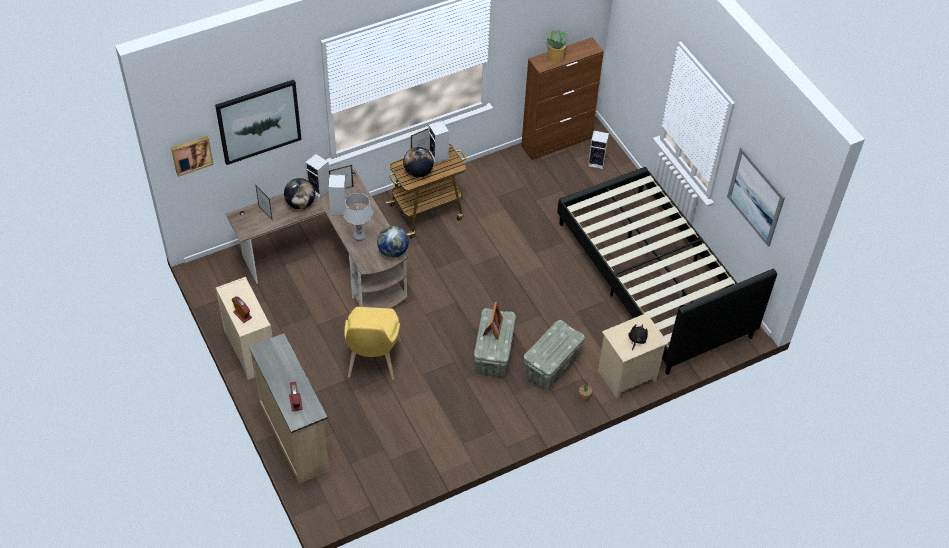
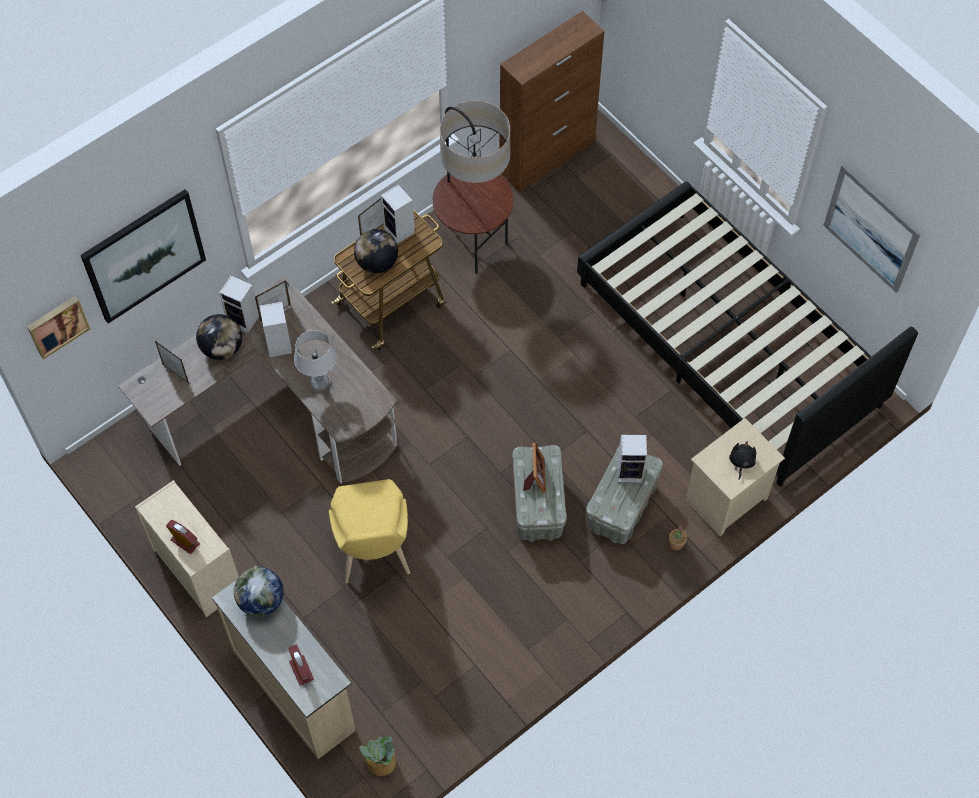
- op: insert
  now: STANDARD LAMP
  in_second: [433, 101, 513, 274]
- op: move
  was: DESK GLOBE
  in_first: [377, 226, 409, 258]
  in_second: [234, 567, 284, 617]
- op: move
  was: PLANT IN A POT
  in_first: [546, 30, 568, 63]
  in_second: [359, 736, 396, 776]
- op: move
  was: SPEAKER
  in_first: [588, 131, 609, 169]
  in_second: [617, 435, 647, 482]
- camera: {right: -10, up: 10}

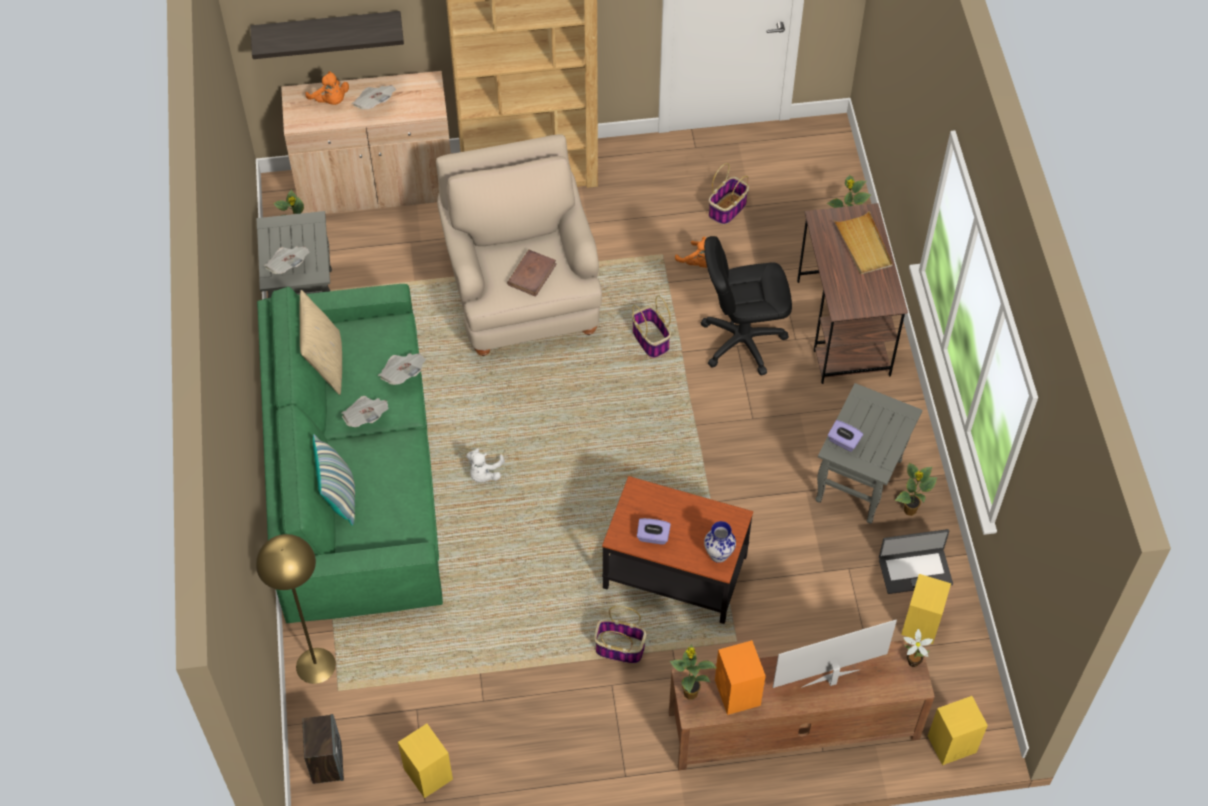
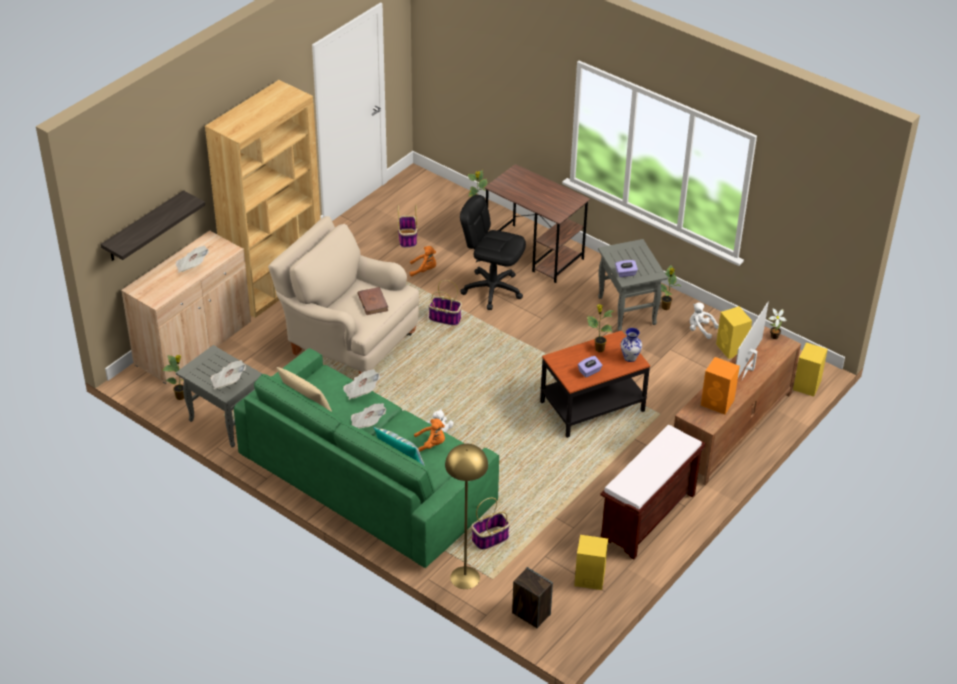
- op: delete
  was: BEIGE SERVING TRAY
  in_first: [834, 211, 893, 274]
- op: insert
  now: BROWNISH LONG SEAT
  in_second: [600, 425, 705, 559]
- op: move
  was: ORANGE-COLOURED SOFT TOY
  in_first: [305, 71, 349, 105]
  in_second: [414, 419, 445, 452]
- op: move
  was: STORAGE BASKET
  in_first: [594, 606, 646, 664]
  in_second: [471, 498, 510, 550]
- op: move
  was: PLANT IN A POT
  in_first: [670, 645, 716, 700]
  in_second: [587, 304, 614, 352]
- op: replace
  was: PORTABLE COMPUTER
  now: WHITE-COLOURED SOFT TOY
  in_first: [879, 529, 953, 594]
  in_second: [690, 302, 719, 339]
- op: rotate
  was: BLACK OFFICE CHAIR
  in_first: [701, 236, 792, 376]
  in_second: [460, 195, 526, 310]
  clockwise: 75
- camera: {right: -45, up: -15}

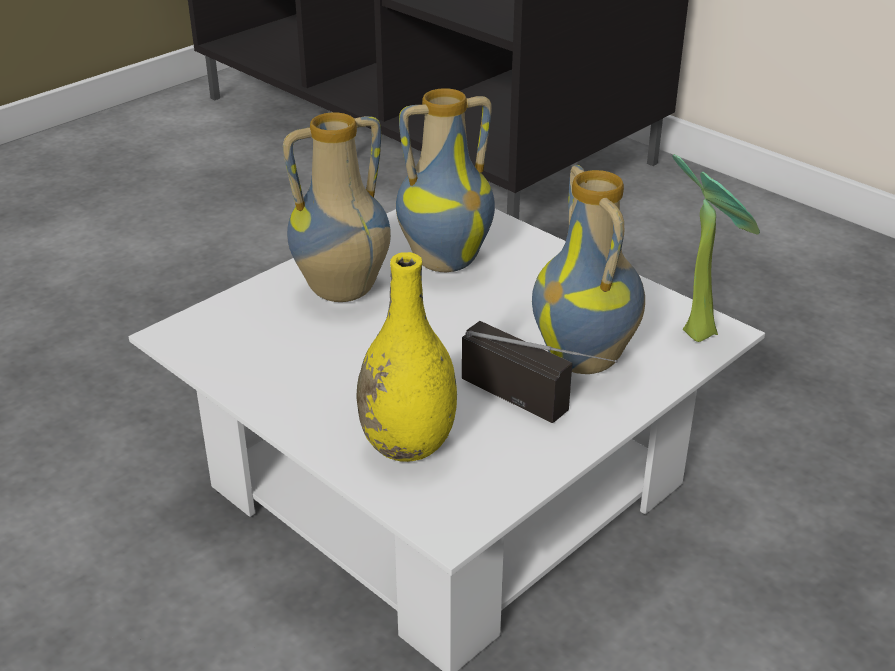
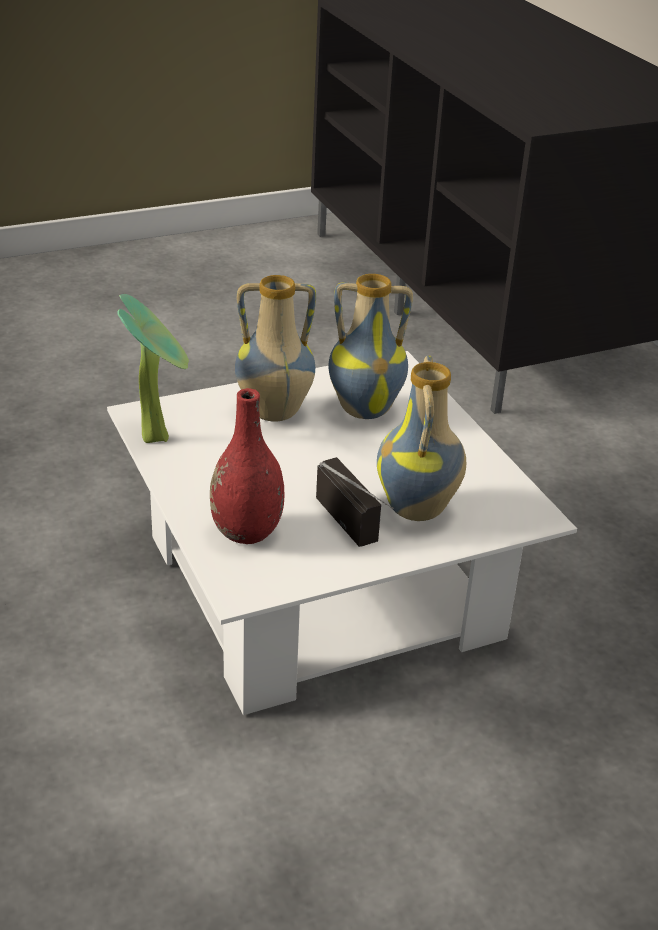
- op: move
  was: PLANT IN A POT
  in_first: [672, 154, 760, 342]
  in_second: [117, 294, 189, 443]
- op: recolor
  was: YELLOW DECORATIVE VASE
  now: RED-COLOURED DECORATIVE VASE
  in_first: [357, 252, 457, 462]
  in_second: [210, 388, 284, 544]
- camera: {right: 20, up: 0}

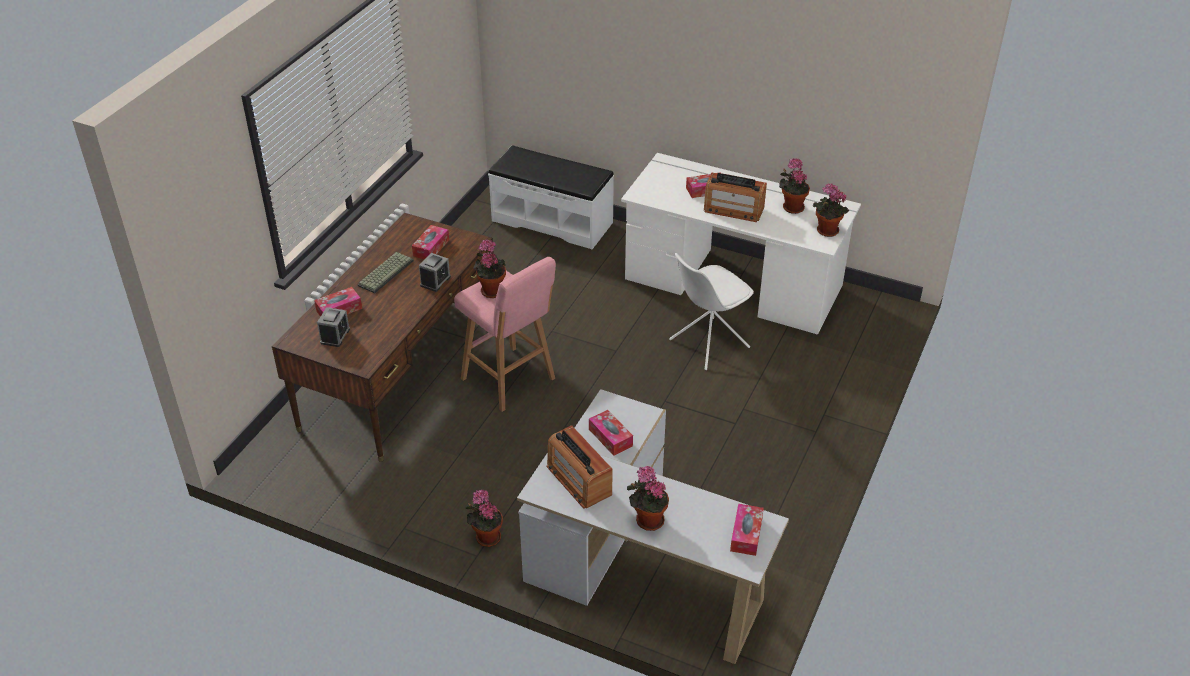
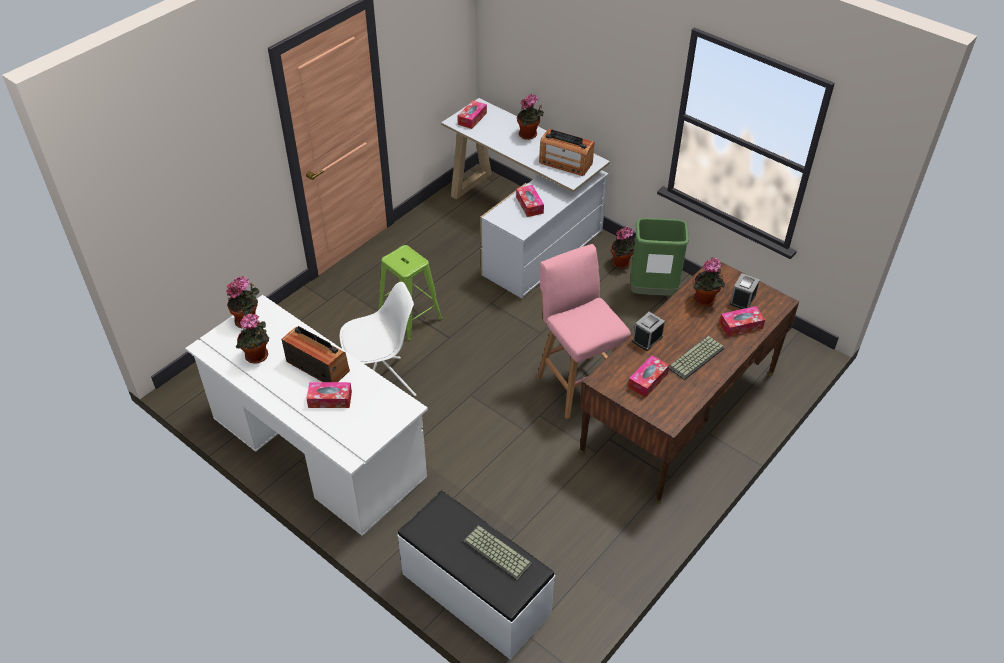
- op: insert
  now: GREEN-COLOURED STOOL
  in_second: [378, 245, 443, 341]
- op: insert
  now: PC KEYBOARD
  in_second: [463, 525, 532, 581]
- op: insert
  now: GREEN-COLOURED WASTE BIN
  in_second: [631, 218, 689, 296]
- op: move
  was: PLANT IN A POT
  in_first: [473, 239, 506, 298]
  in_second: [693, 258, 725, 306]
- op: rotate
  was: RADIO SET
  in_first: [546, 425, 613, 509]
  in_second: [539, 129, 595, 176]
  clockwise: 135
- camera: {right: -165, up: 5}

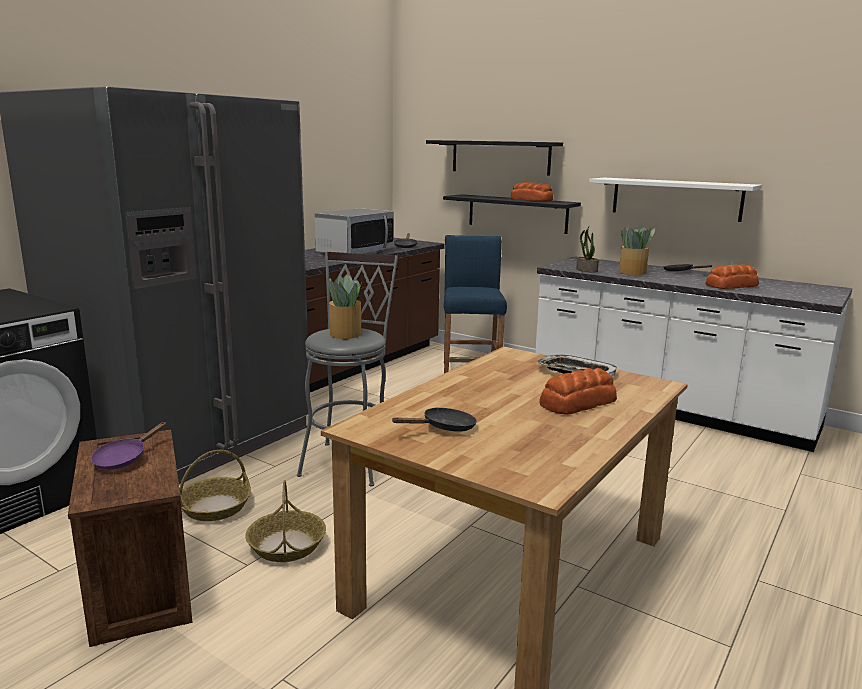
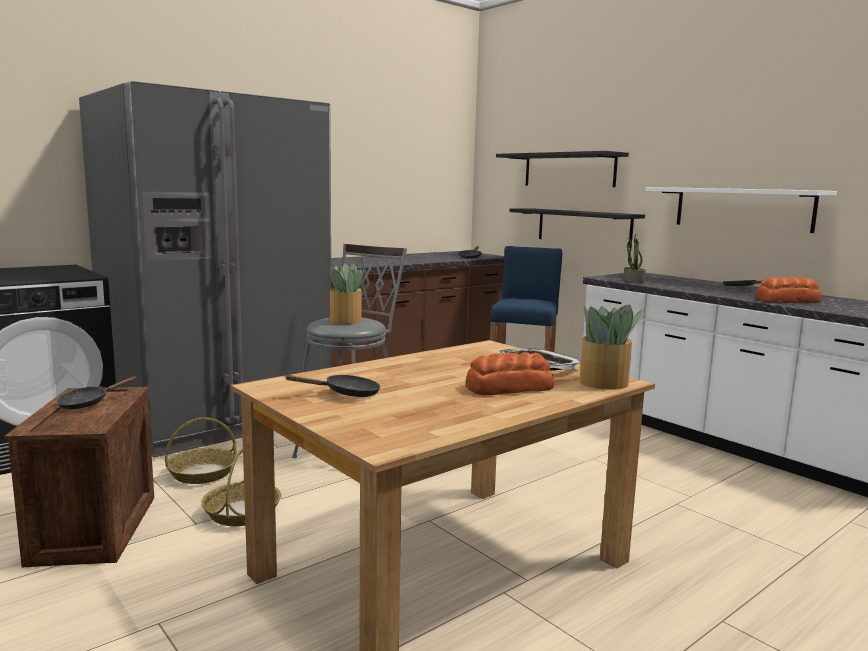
- op: delete
  was: KITCHEN MICROWAVE
  in_first: [314, 208, 394, 254]
- op: delete
  was: BAKED BREAD
  in_first: [510, 182, 553, 202]
- op: move
  was: PLANT IN A POT
  in_first: [619, 227, 655, 275]
  in_second: [580, 305, 644, 390]
- op: recolor
  was: PURPLE-COLOURED SKILLET
  now: BLACK SKILLET
  in_first: [91, 422, 167, 470]
  in_second: [56, 376, 137, 409]
- camera: {right: 15, up: -5}

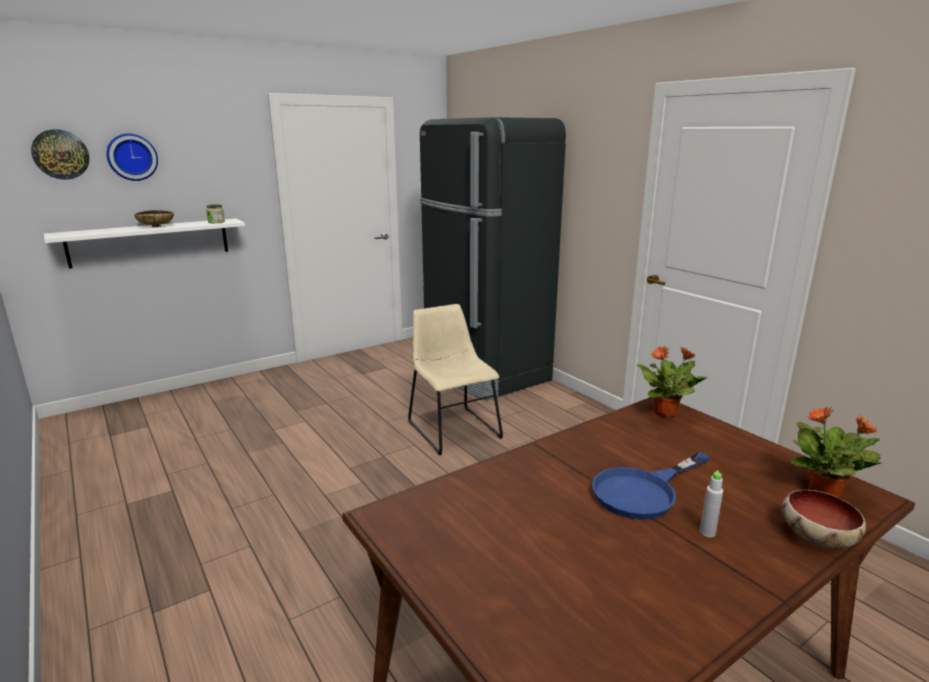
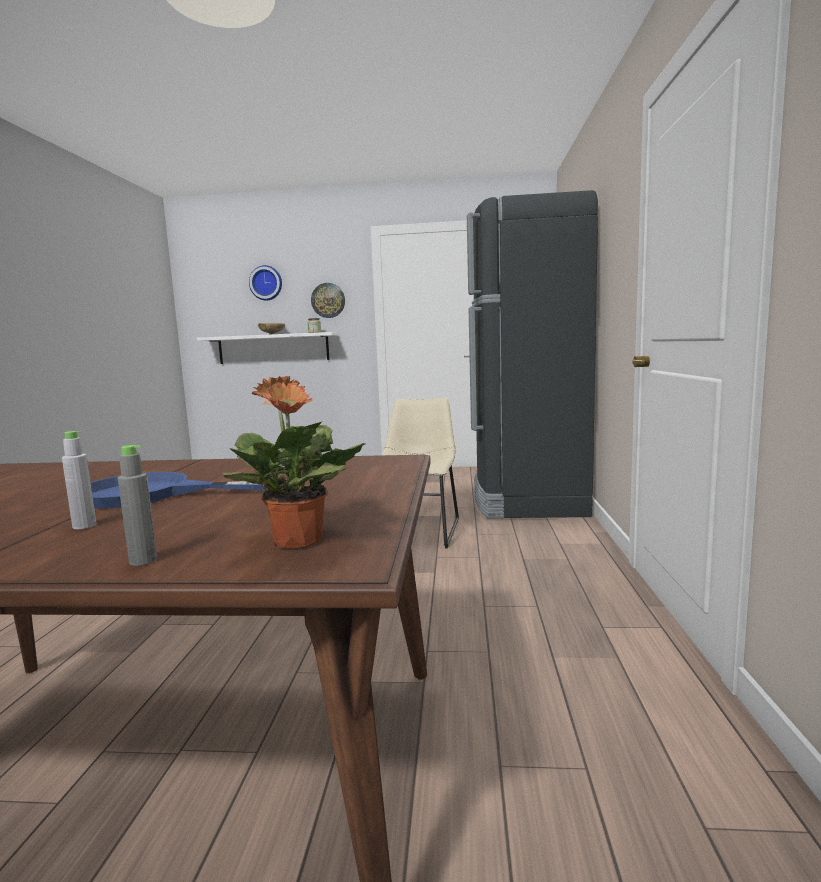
- op: delete
  was: PLANT IN A POT
  in_first: [636, 346, 708, 418]
- op: move
  was: WALL CLOCK
  in_first: [31, 129, 90, 180]
  in_second: [311, 283, 345, 318]
- op: replace
  was: DEEP DISH
  now: GREY BEVERAGE BOTTLE
  in_first: [781, 490, 866, 549]
  in_second: [118, 445, 157, 566]
- camera: {right: 40, up: -10}

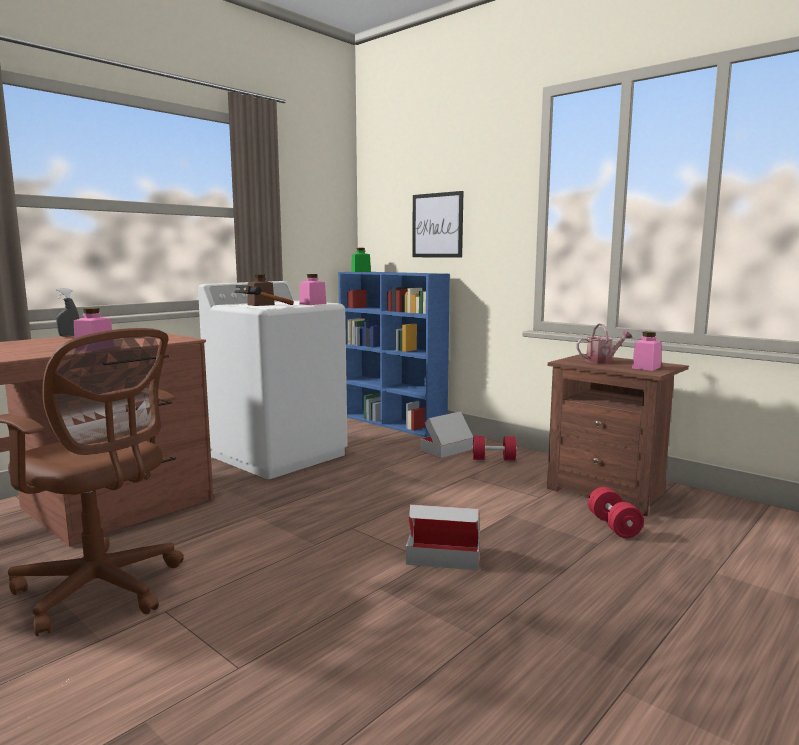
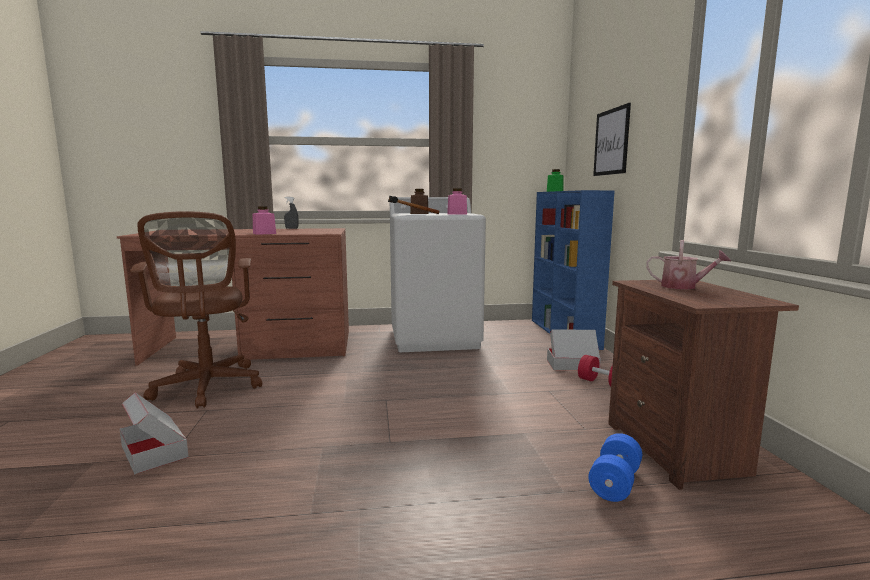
- op: delete
  was: PINK PRESERVE JAR
  in_first: [632, 332, 662, 371]
- op: move
  was: CARDBOARD BOX
  in_first: [406, 504, 480, 570]
  in_second: [120, 392, 188, 475]
- op: recolor
  was: RED-COLOURED FREE WEIGHT
  now: BLUE FREE WEIGHT
  in_first: [588, 487, 644, 538]
  in_second: [588, 433, 642, 502]
- camera: {right: 40, up: 0}

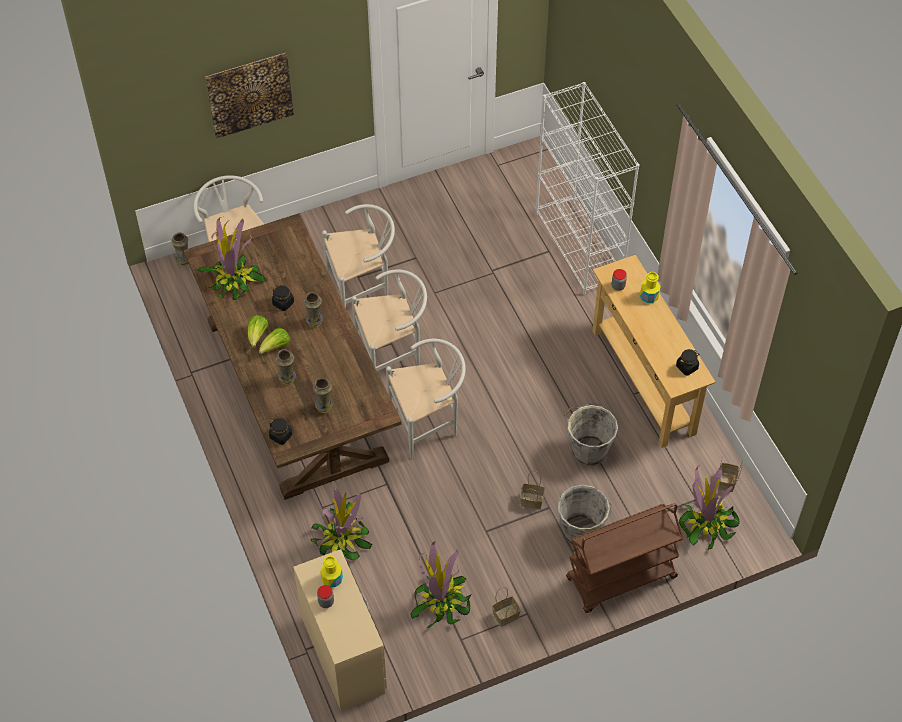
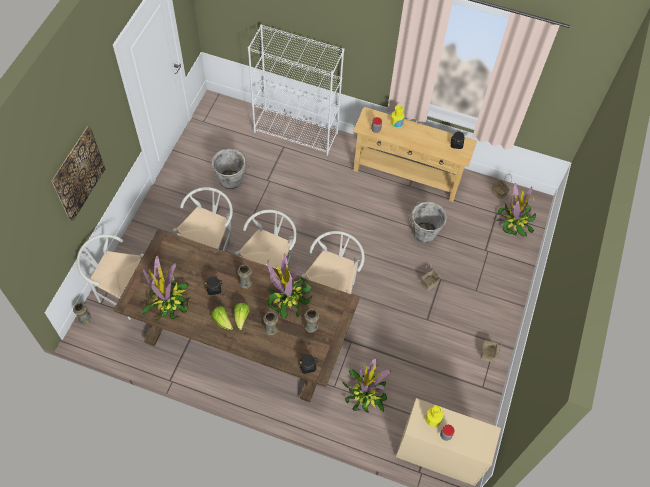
- op: delete
  was: BROWNISH WHEELED CART
  in_first: [566, 503, 683, 613]
- op: move
  was: PLANT IN A POT
  in_first: [411, 541, 472, 628]
  in_second: [267, 253, 312, 319]
- op: move
  was: GREY PAIL
  in_first: [558, 485, 612, 546]
  in_second: [211, 149, 249, 190]
- camera: {right: -50, up: 5}

